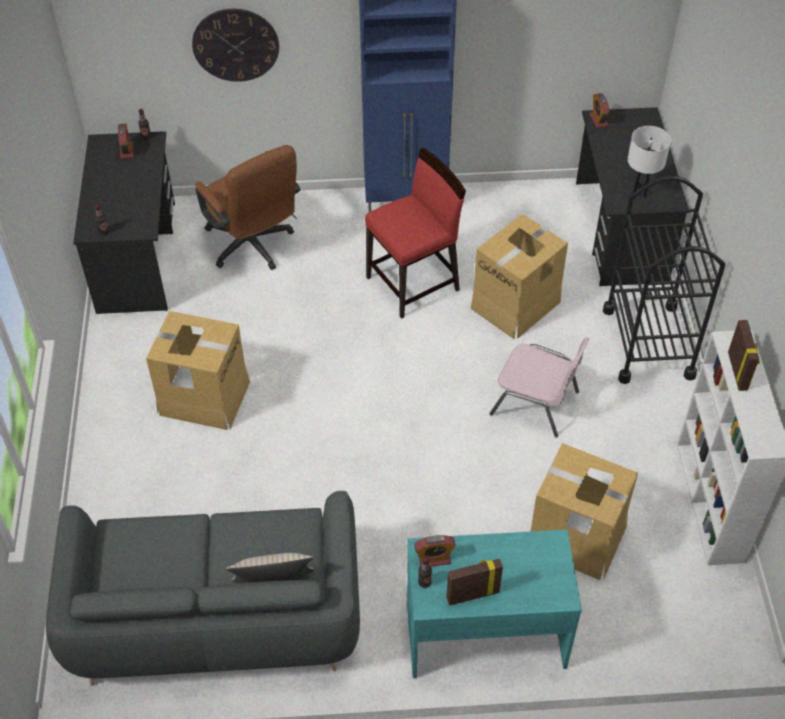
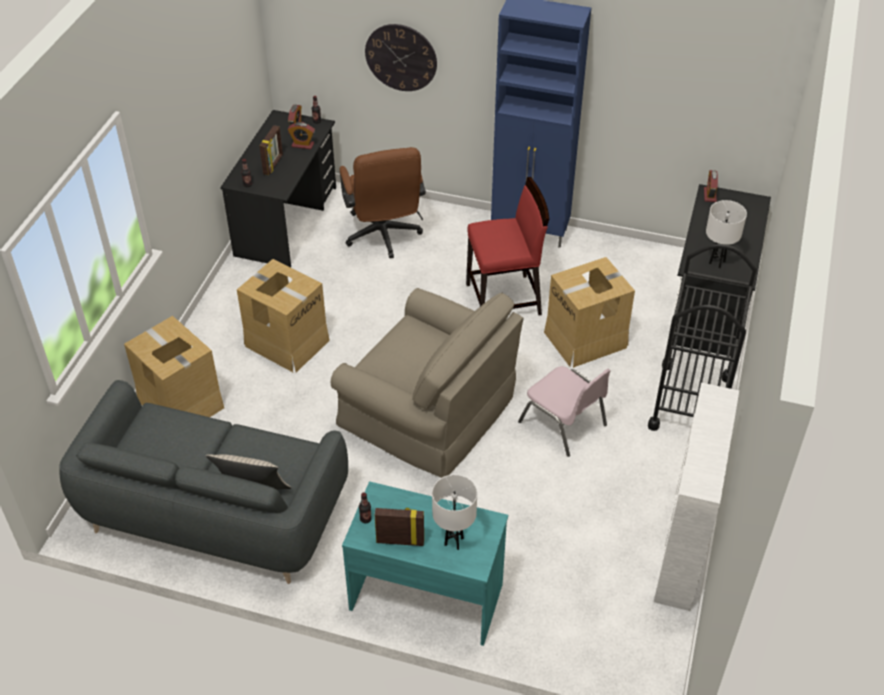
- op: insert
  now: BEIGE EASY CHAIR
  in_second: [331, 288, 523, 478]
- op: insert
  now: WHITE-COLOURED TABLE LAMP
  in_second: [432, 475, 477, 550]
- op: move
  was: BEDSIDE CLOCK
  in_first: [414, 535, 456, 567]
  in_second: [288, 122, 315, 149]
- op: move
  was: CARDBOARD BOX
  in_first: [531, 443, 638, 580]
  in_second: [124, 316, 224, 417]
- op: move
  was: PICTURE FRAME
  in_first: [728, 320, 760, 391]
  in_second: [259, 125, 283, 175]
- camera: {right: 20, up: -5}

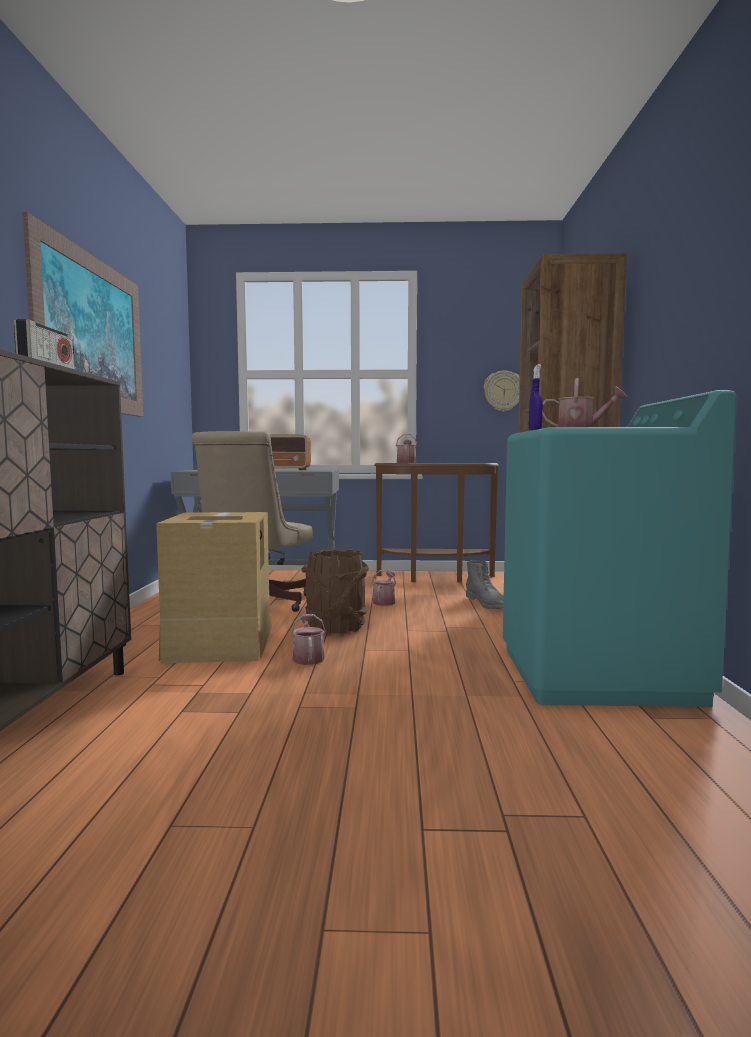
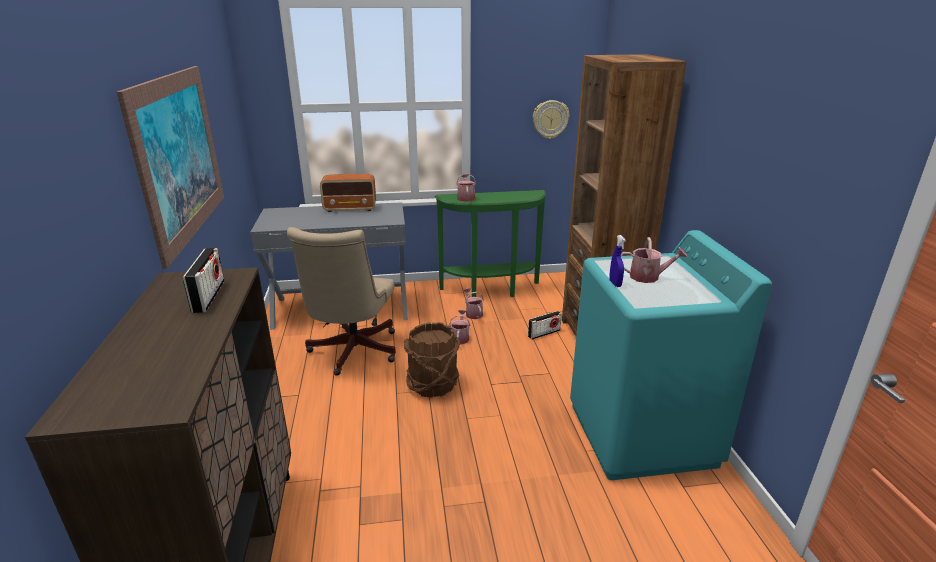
- op: delete
  was: CARDBOARD BOX
  in_first: [156, 512, 272, 663]
- op: move
  was: WATERING CAN
  in_first: [291, 614, 326, 665]
  in_second: [464, 288, 484, 319]
- op: replace
  was: GREY BOOT
  now: RADIO SET
  in_first: [466, 560, 504, 609]
  in_second: [528, 311, 562, 340]
- op: recolor
  was: BROWNISH CONSOLE TABLE
  now: GREEN-COLOURED CONSOLE TABLE
  in_first: [374, 463, 499, 583]
  in_second: [435, 190, 546, 297]
- camera: {right: -10, up: 20}

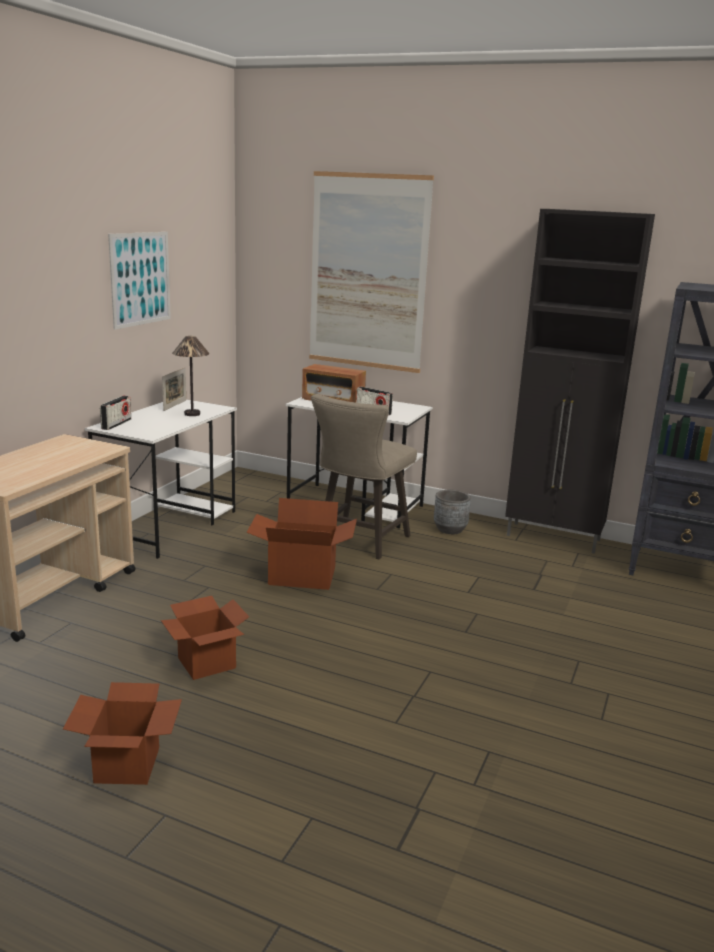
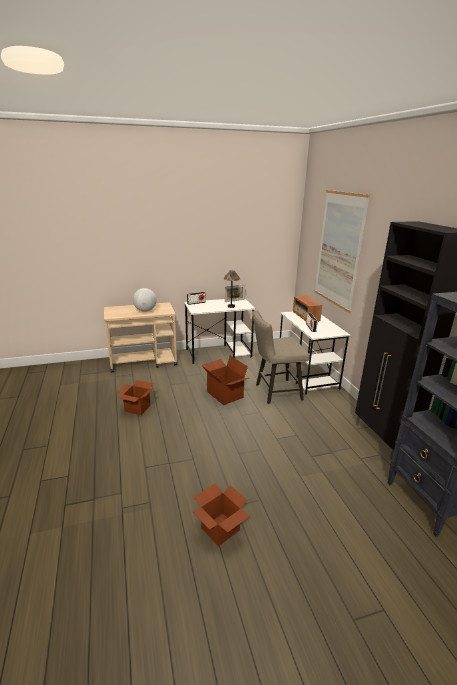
- op: delete
  was: WALL PICTURE
  in_first: [108, 232, 171, 330]
- op: delete
  was: GREY PLANT POT
  in_first: [434, 490, 471, 534]
- op: insert
  now: DESK GLOBE
  in_second: [133, 288, 157, 312]
- op: move
  was: CARDBOARD BOX
  in_first: [63, 682, 182, 785]
  in_second: [193, 484, 250, 546]
- camera: {right: 50, up: 5}

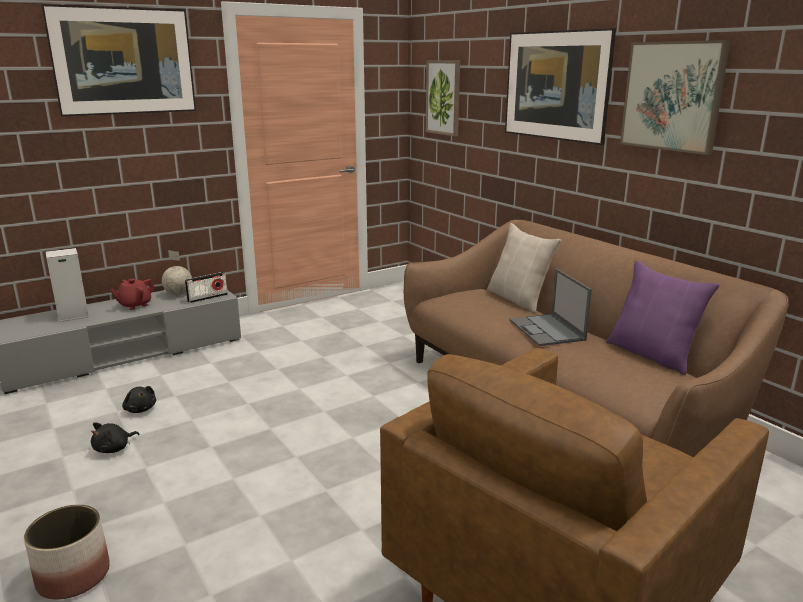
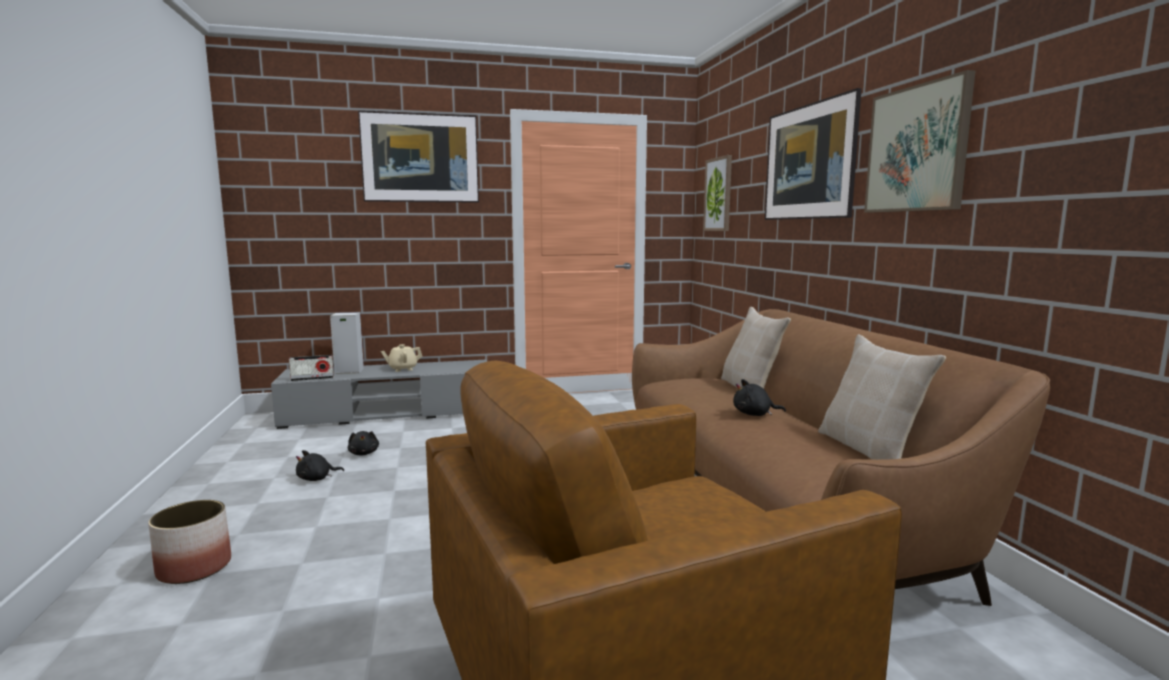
- op: delete
  was: DESK GLOBE
  in_first: [162, 250, 192, 295]
- op: move
  was: RADIO SET
  in_first: [185, 272, 228, 303]
  in_second: [289, 355, 334, 381]
- op: replace
  was: PORTABLE COMPUTER
  now: BLACK SOFT TOY
  in_first: [509, 268, 592, 346]
  in_second: [733, 379, 786, 416]
- op: recolor
  was: RED-COLOURED TEA POT
  now: BEIGE TEA POT
  in_first: [110, 279, 155, 310]
  in_second: [381, 344, 422, 372]
- op: recolor
  was: PURPLE-COLOURED CUSHION
  now: BEIGE CUSHION
  in_first: [606, 260, 720, 375]
  in_second: [818, 334, 946, 460]
- camera: {right: 20, up: -10}

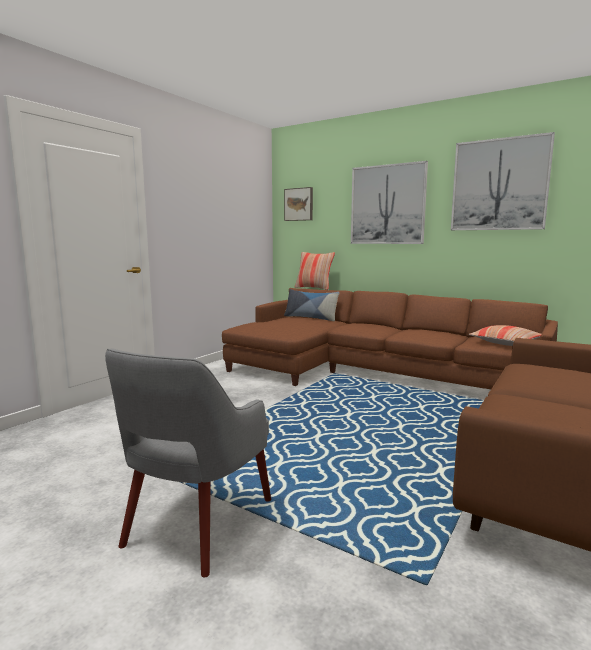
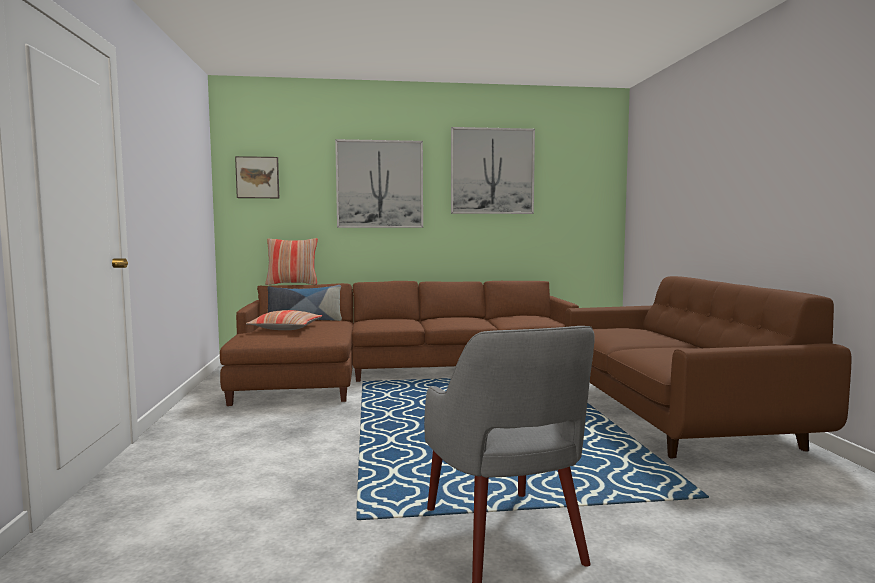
- op: move
  was: CUSHION
  in_first: [468, 325, 541, 346]
  in_second: [246, 310, 322, 330]
- camera: {right: -40, up: -5}

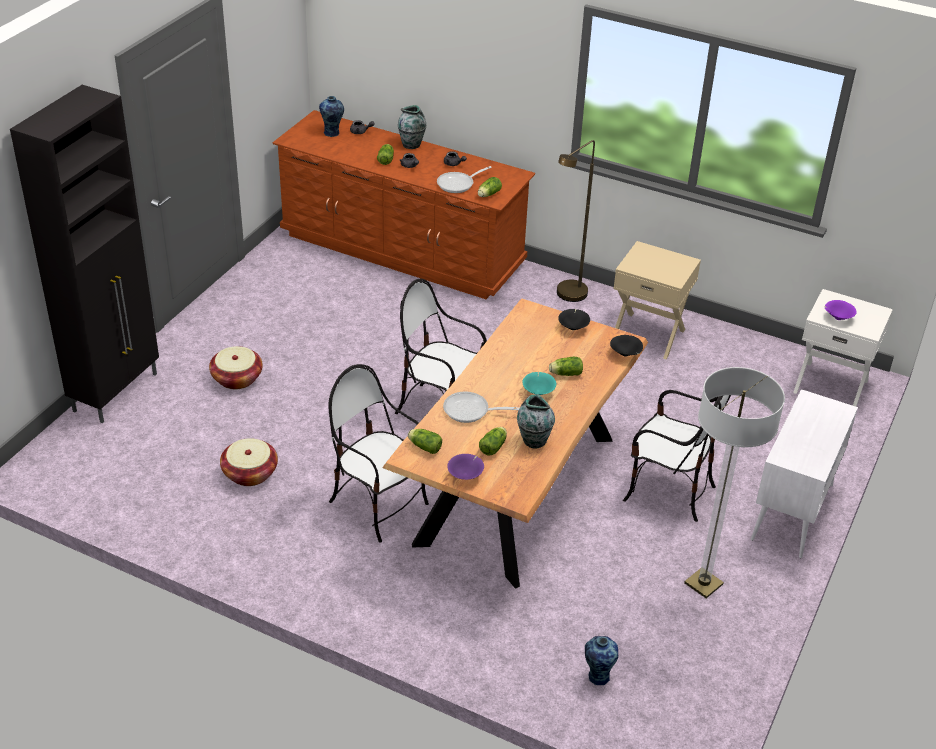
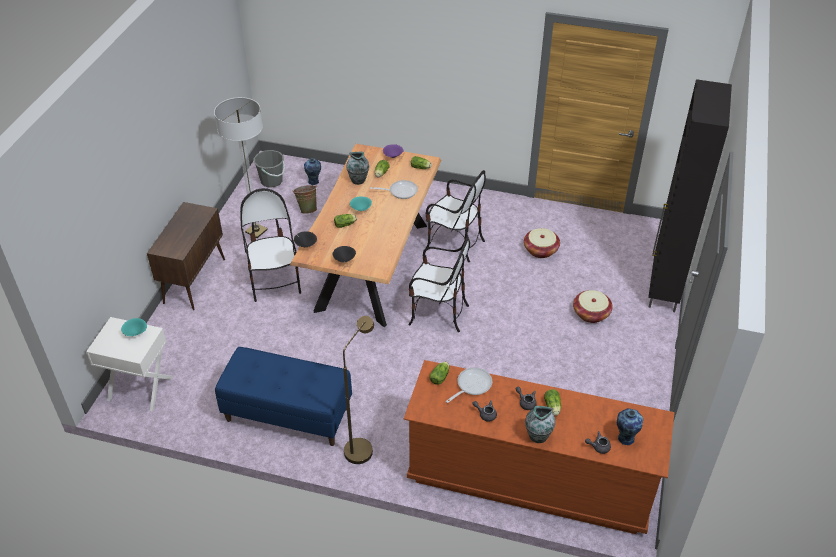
- op: insert
  now: GREY PAIL
  in_second: [254, 150, 285, 188]
- op: insert
  now: GREEN-COLOURED PAIL
  in_second: [292, 185, 317, 214]
- op: replace
  was: BEIGE NIGHT TABLE
  now: BLUE LONG SEAT
  in_first: [613, 241, 701, 359]
  in_second: [215, 347, 352, 446]
- op: recolor
  was: WHITE-COLOURED CABINET
  now: BROWNISH CABINET
  in_first: [751, 389, 858, 558]
  in_second: [147, 202, 225, 310]
- op: recolor
  was: PURPLE-COLOURED DEEP DISH
  now: TURQUOISE DEEP DISH
  in_first: [824, 300, 857, 320]
  in_second: [121, 318, 147, 336]
- op: rotate
  was: CHAIR
  in_first: [623, 390, 731, 522]
  in_second: [240, 188, 301, 302]
  clockwise: 60
- camera: {right: 170, up: 5}

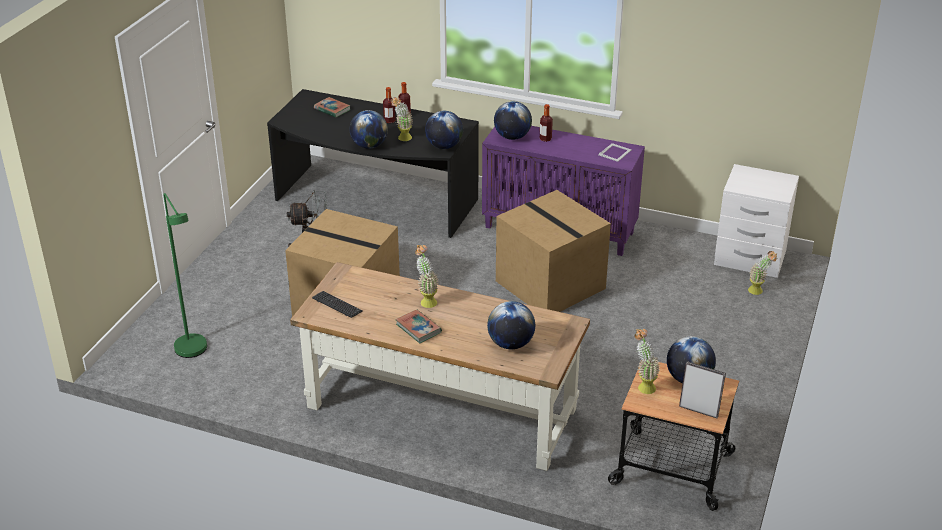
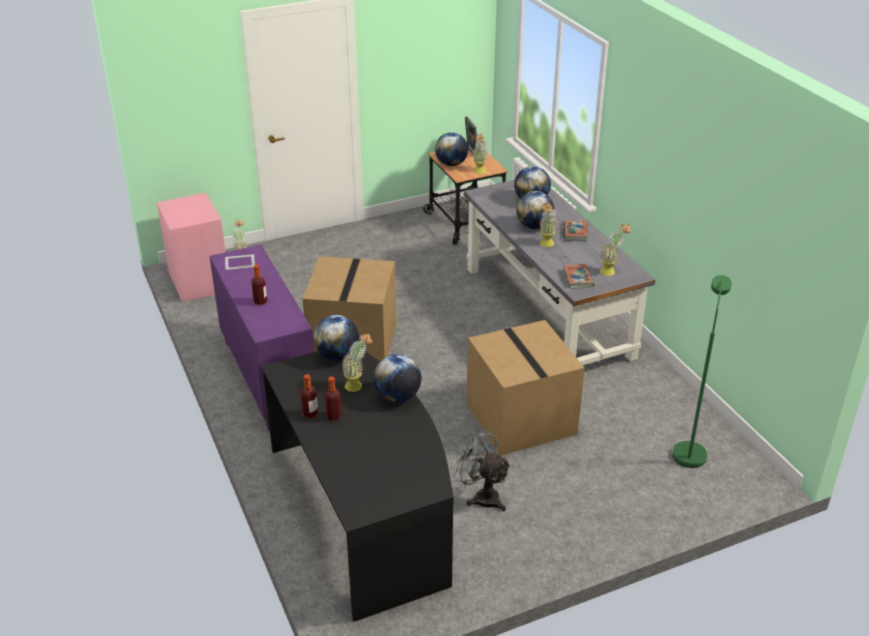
- op: move
  was: BOOK
  in_first: [314, 97, 351, 118]
  in_second: [563, 264, 594, 289]
- op: move
  was: DESK GLOBE
  in_first: [494, 101, 532, 140]
  in_second: [516, 191, 554, 229]
- op: replace
  was: PC KEYBOARD
  now: PLANT IN A POT
  in_first: [312, 291, 363, 318]
  in_second: [600, 224, 631, 276]
- op: recolor
  was: BROWNISH DESK TABLE
  now: GREY DESK TABLE
  in_first: [290, 262, 590, 471]
  in_second: [464, 180, 656, 365]
- op: recolor
  was: WHITE-COLOURED NIGHT TABLE
  now: PINK NIGHT TABLE
  in_first: [714, 164, 799, 278]
  in_second: [157, 193, 225, 302]
- camera: {right: -135, up: 0}

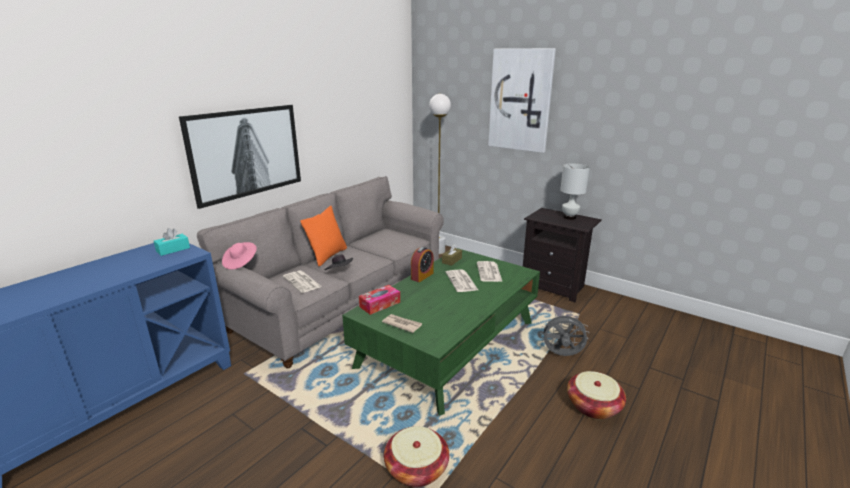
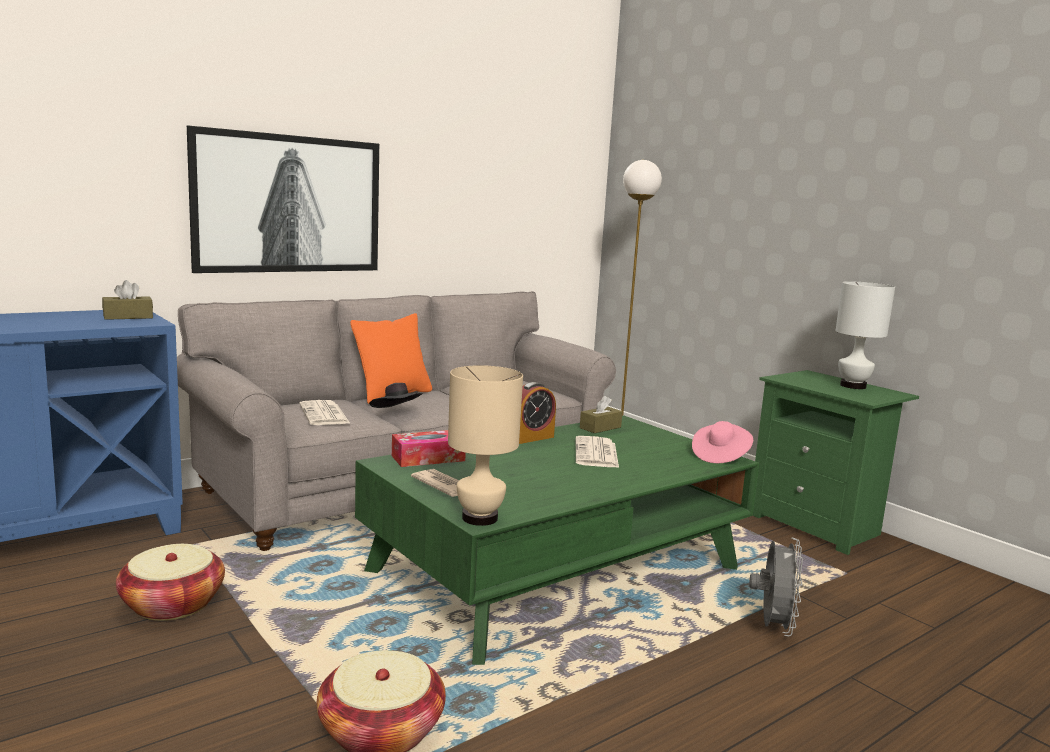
- op: delete
  was: PRINTED PAPER
  in_first: [477, 261, 503, 282]
- op: delete
  was: WALL PICTURE
  in_first: [488, 48, 556, 153]
- op: insert
  now: BEIGE TABLE LAMP
  in_second: [448, 365, 523, 526]
- op: move
  was: PINK CLOTHING HAT
  in_first: [222, 242, 257, 270]
  in_second: [692, 421, 753, 463]
- op: move
  was: STORAGE BASKET
  in_first: [567, 371, 626, 420]
  in_second: [116, 544, 225, 621]
- op: recolor
  was: TURQUOISE TISSUE BOX
  now: BROWNISH TISSUE BOX
  in_first: [154, 228, 190, 256]
  in_second: [102, 280, 153, 320]
- op: recolor
  was: BLACK NIGHT TABLE
  now: GREEN-COLOURED NIGHT TABLE
  in_first: [523, 208, 602, 302]
  in_second: [753, 370, 919, 555]
- op: rotate
  was: GREY ELECTRIC FAN
  in_first: [541, 312, 588, 356]
  in_second: [749, 537, 803, 636]
  clockwise: 75
- camera: {right: 15, up: -10}

